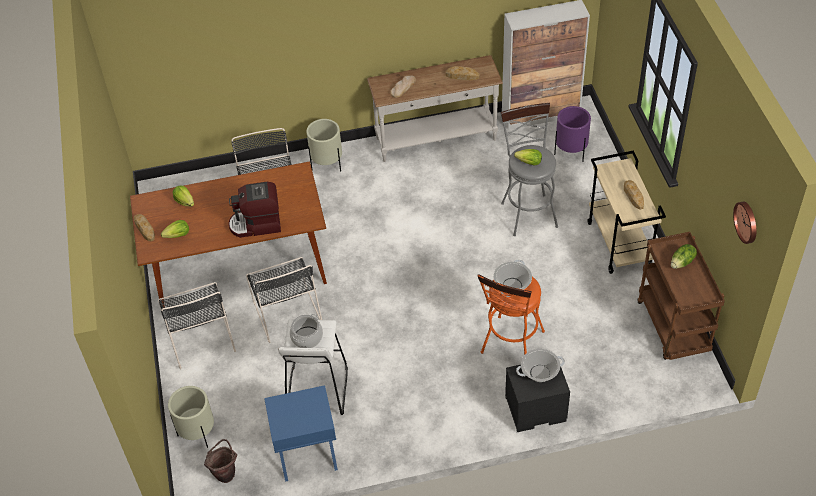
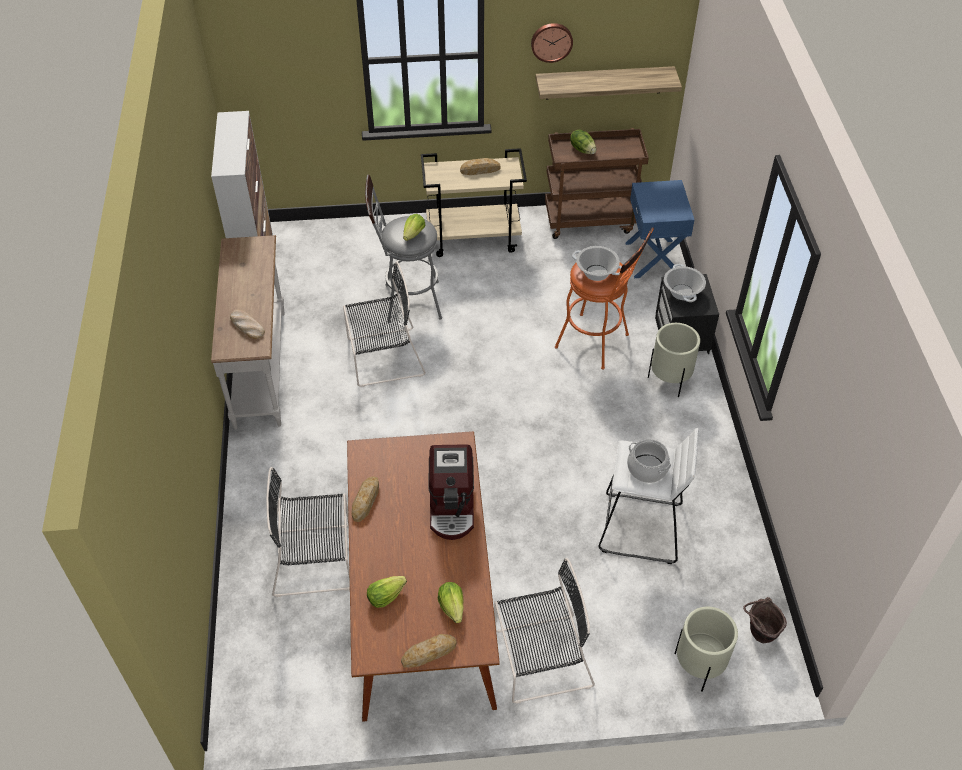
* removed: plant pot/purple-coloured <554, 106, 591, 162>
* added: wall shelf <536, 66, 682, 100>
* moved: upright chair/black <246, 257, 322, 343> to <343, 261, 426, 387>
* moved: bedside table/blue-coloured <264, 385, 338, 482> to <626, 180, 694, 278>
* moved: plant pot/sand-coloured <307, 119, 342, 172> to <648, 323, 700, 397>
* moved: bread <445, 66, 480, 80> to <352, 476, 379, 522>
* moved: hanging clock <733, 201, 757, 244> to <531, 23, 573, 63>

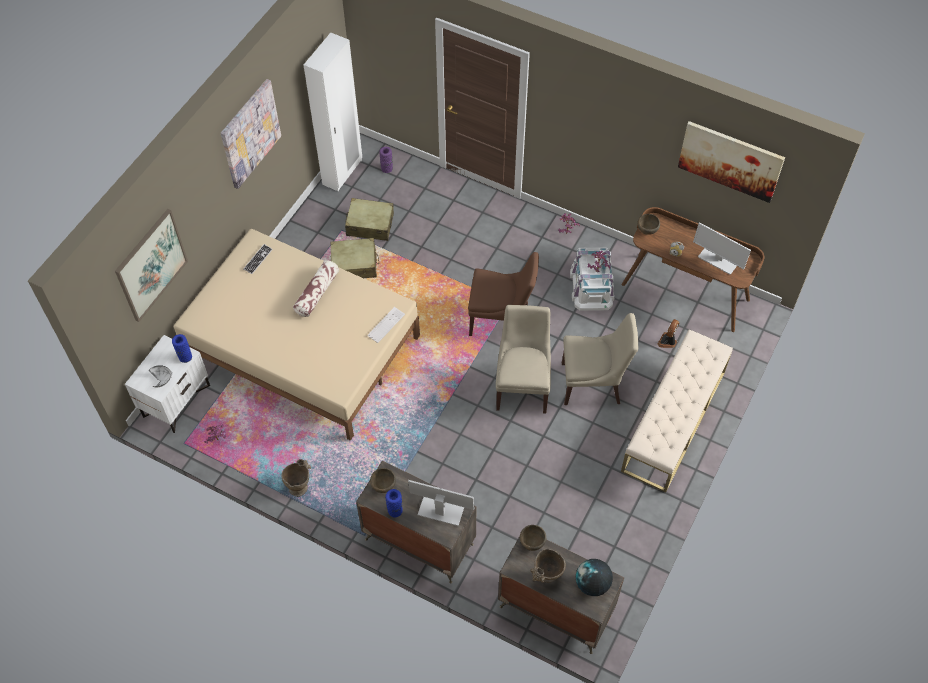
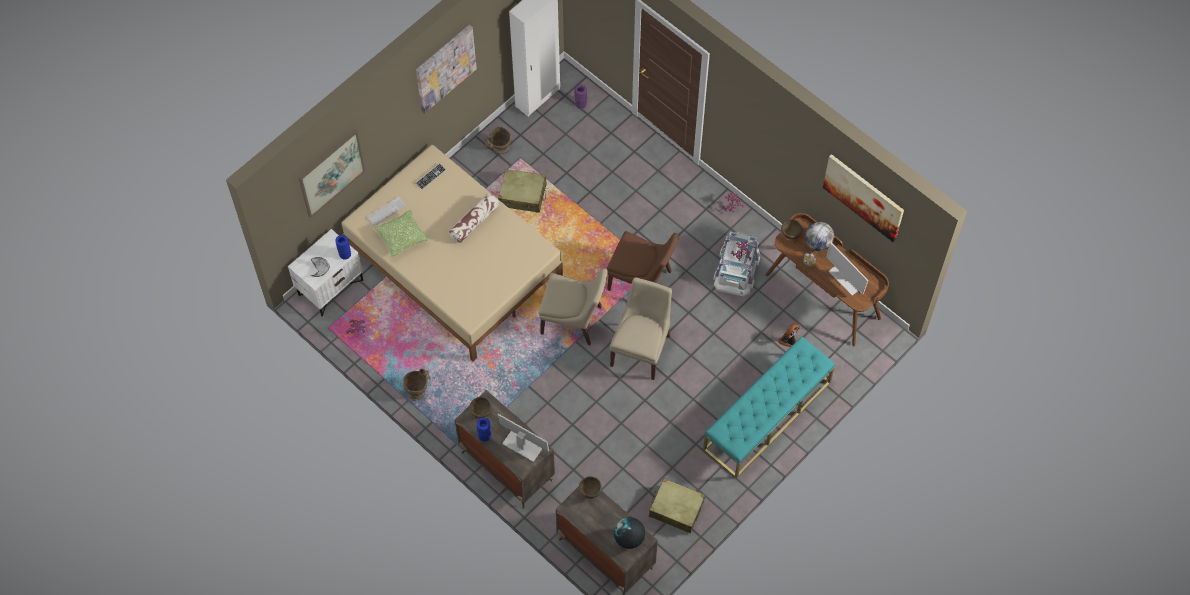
* added: cushion <374, 209, 430, 258>
* added: globe <805, 222, 834, 251>
* moved: suitcase/sand-coloured <345, 198, 394, 241> to <649, 478, 705, 533>
* moved: computer keyboard <367, 307, 405, 343> to <367, 197, 406, 226>
* moved: decorative vase/sand-coloured <530, 549, 566, 583> to <484, 127, 512, 154>
* moved: upright chair/sand-coloured <562, 313, 638, 405> to <539, 268, 608, 345>
* recoloured: long seat/sand-coloured <621, 329, 733, 493> to long seat/blue-green <703, 336, 835, 478>

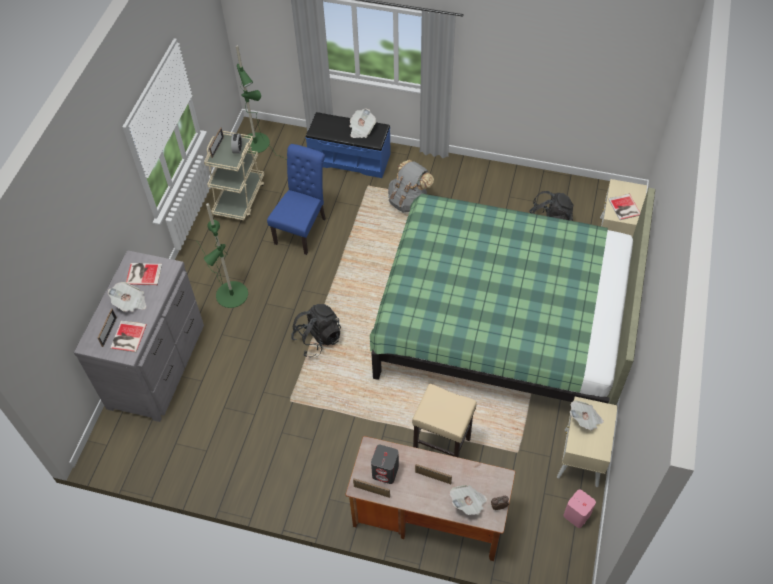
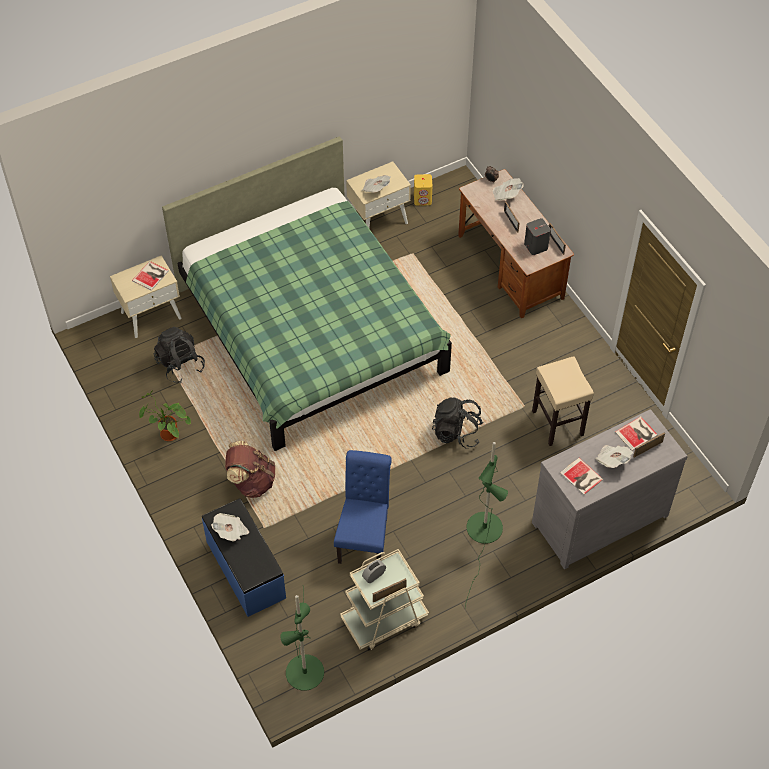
* added: potted plant <139, 390, 191, 441>
* moved: stool/sand-coloured <412, 384, 477, 458> to <532, 356, 594, 446>
* recoloured: knapsack/grey <388, 160, 434, 213> to knapsack/brownish <225, 441, 275, 498>
* recoloured: speaker/pink <563, 489, 596, 528> to speaker/yellowish <414, 174, 432, 206>
* turned: upright chair/blue-coloured <267, 144, 326, 255> = <334, 450, 392, 564> 120 degrees clockwise

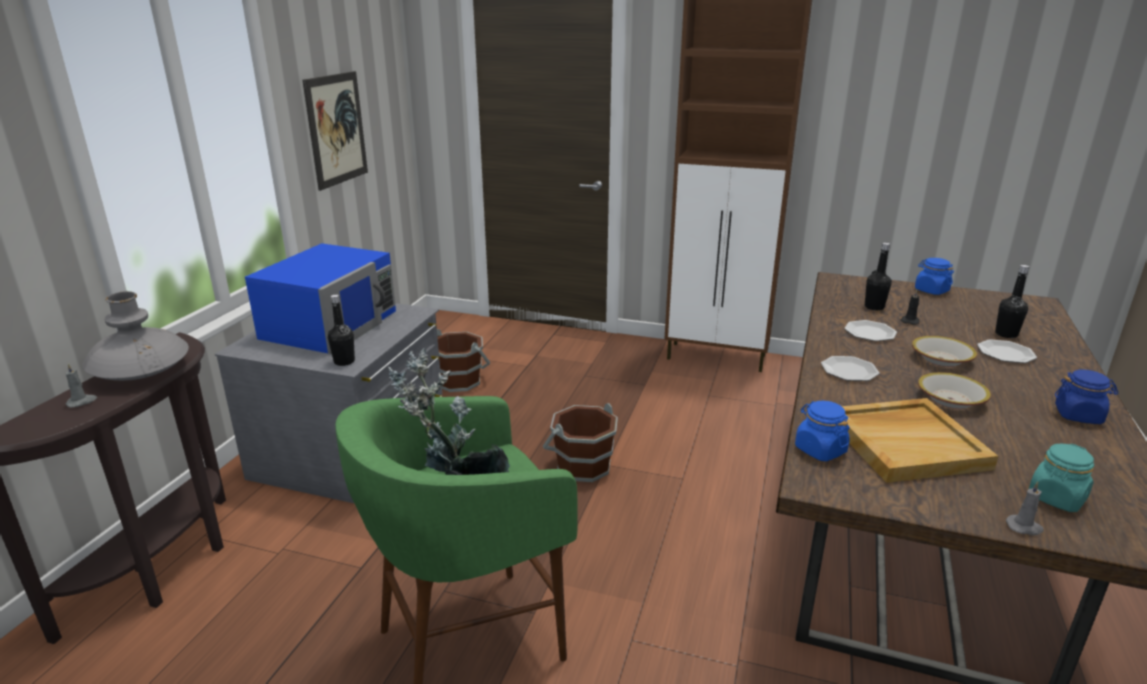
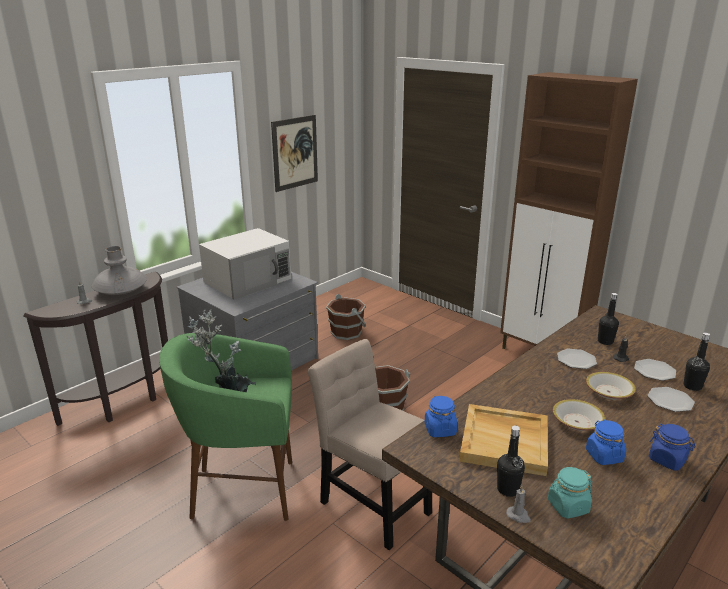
* added: upright chair/sand-coloured <308, 339, 432, 550>
* moved: beverage bottle/black <328, 295, 355, 366> to <497, 426, 525, 497>
* moved: dinner plate <821, 356, 880, 381> to <634, 359, 676, 381>
* moved: jar/blue-coloured <915, 258, 954, 295> to <586, 420, 626, 465>
* recoloured: kitchen microwave/blue-coloured <245, 243, 396, 354> to kitchen microwave/white <199, 228, 291, 300>

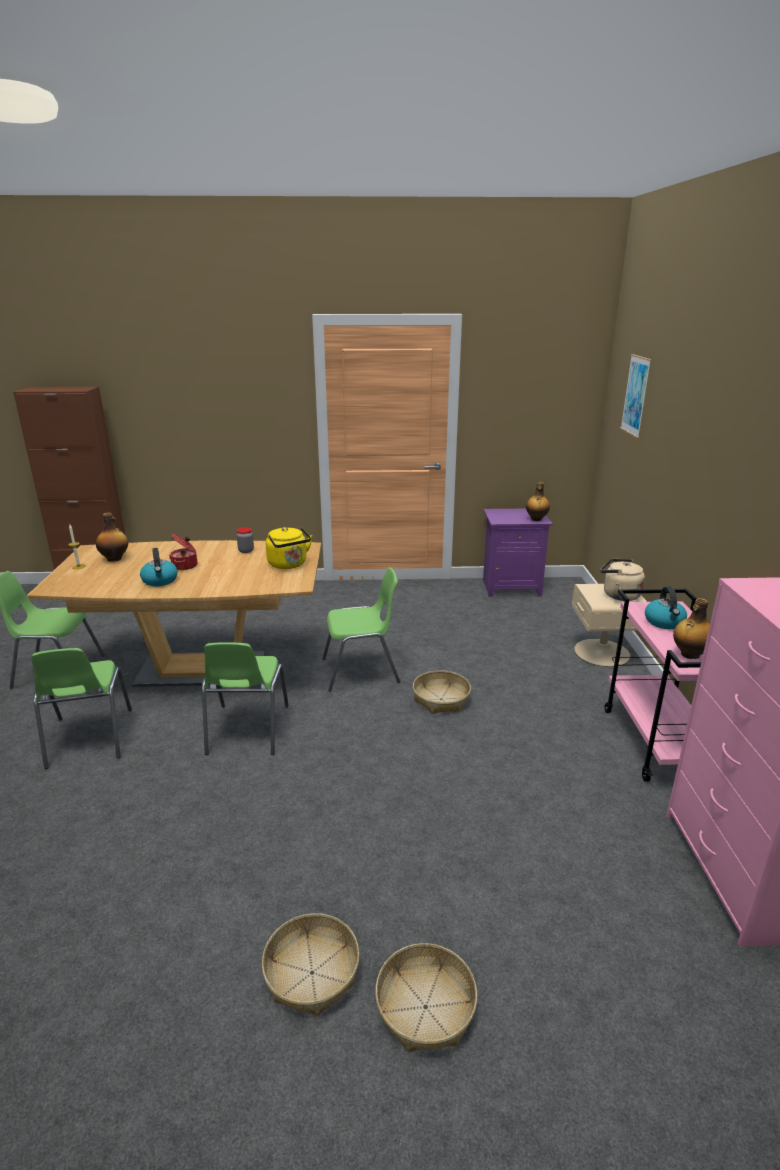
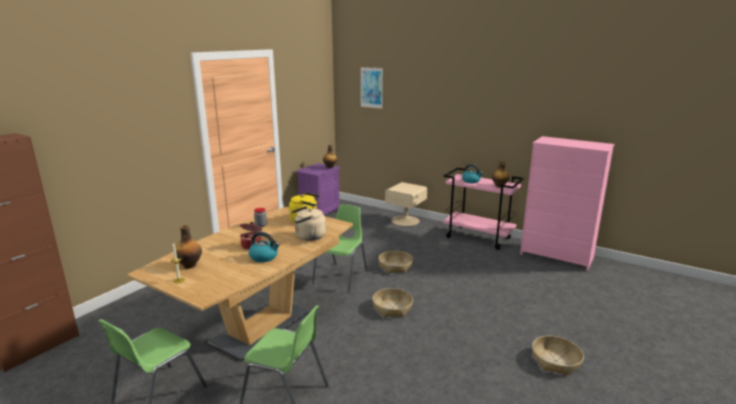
* removed: upright chair/green-coloured <202, 642, 289, 755>
* moved: storage basket <375, 943, 478, 1052> to <373, 288, 413, 317>
* moved: tea kettle/sand-coloured <600, 559, 645, 601> to <291, 206, 326, 241>

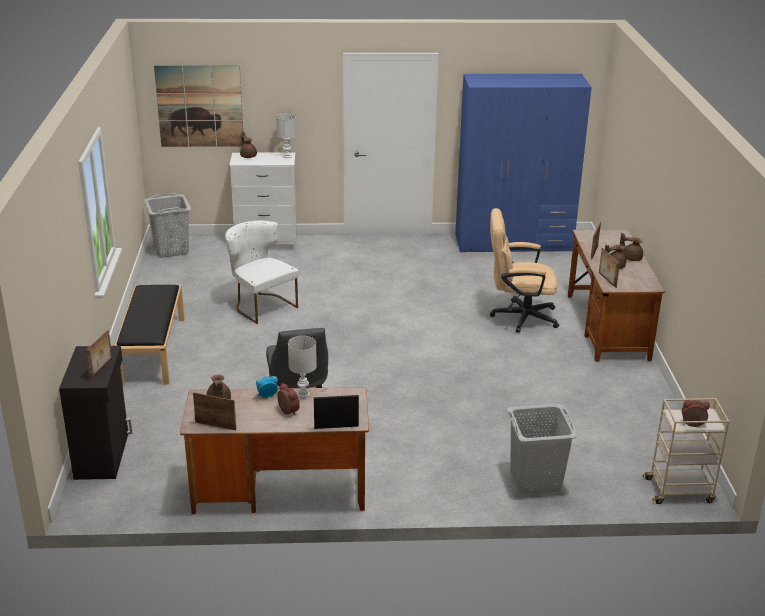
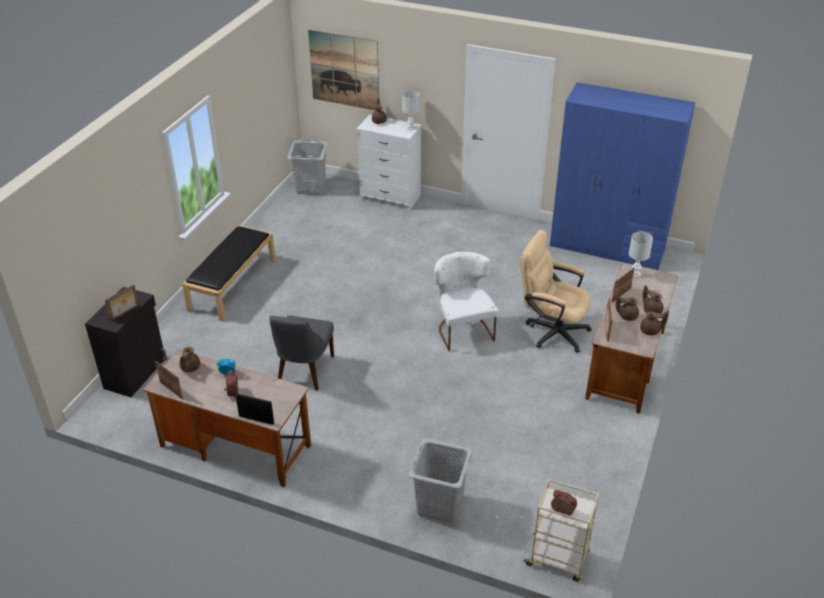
* added: pot for tea/brownish <640, 311, 669, 335>
* moved: upright chair/white <225, 221, 299, 324> to <434, 252, 499, 351>
* moved: lamp for a table/white <288, 336, 317, 398> to <629, 232, 653, 277>

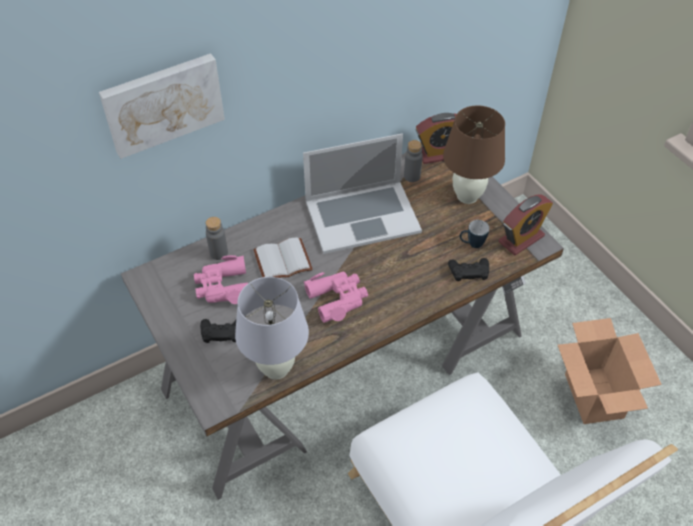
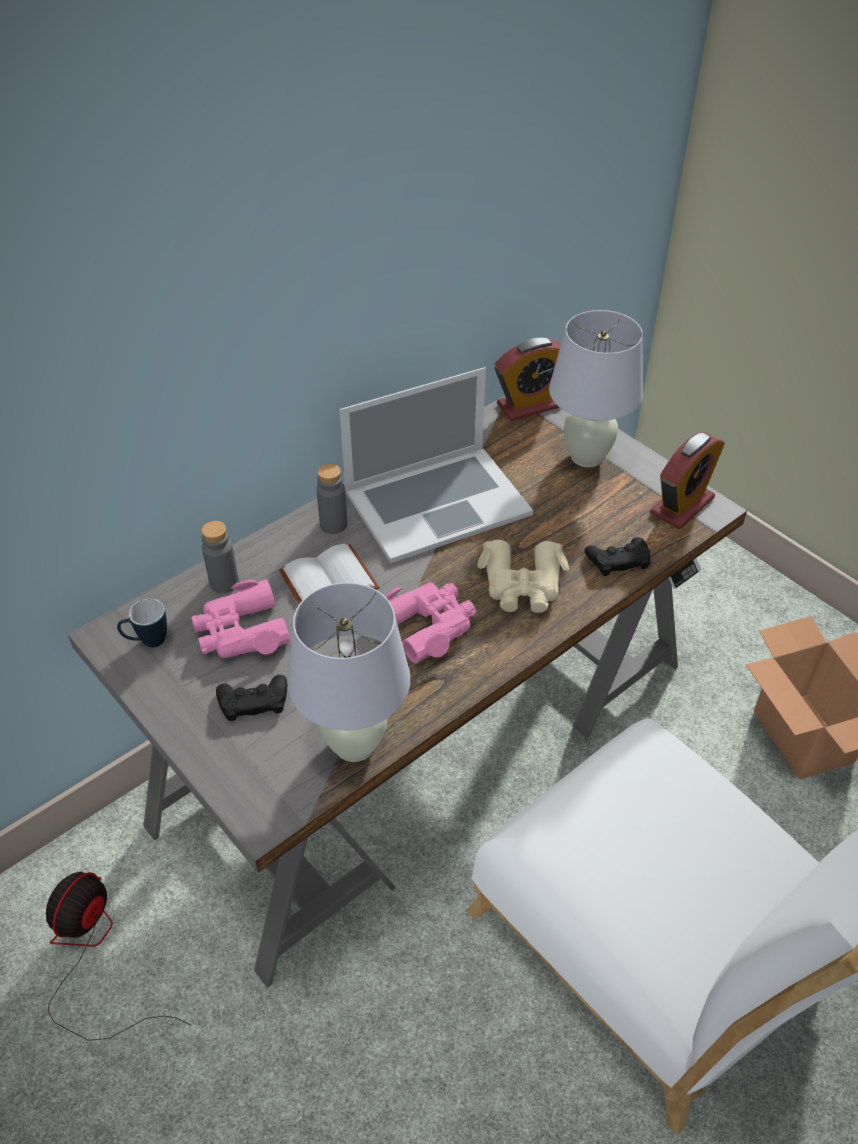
* removed: wall picture <99, 53, 225, 159>
* added: cooling fan <46, 872, 192, 1041>
* added: binoculars/sand-coloured <477, 540, 569, 613>
* moved: beverage bottle/grey <404, 140, 423, 182> to <316, 464, 347, 534>
* moved: mug <460, 220, 489, 248> to <117, 599, 167, 647>
* recoloured: lamp for a table/brownish <443, 105, 505, 204> to lamp for a table/white <549, 310, 643, 467>

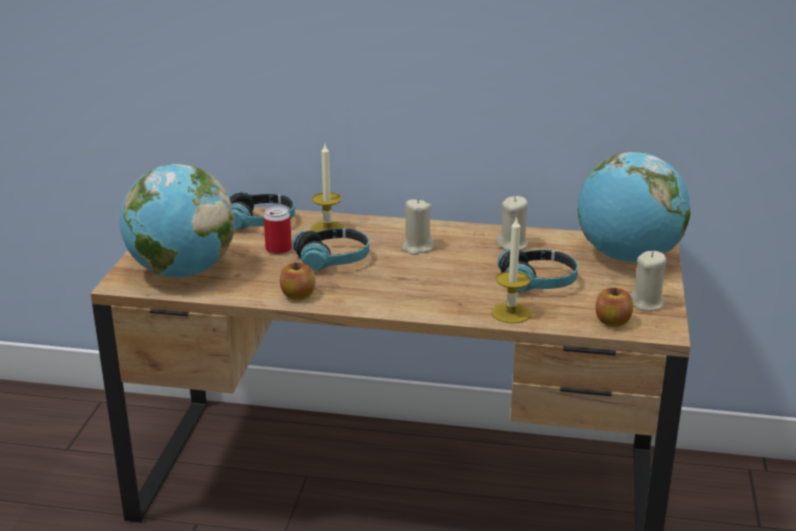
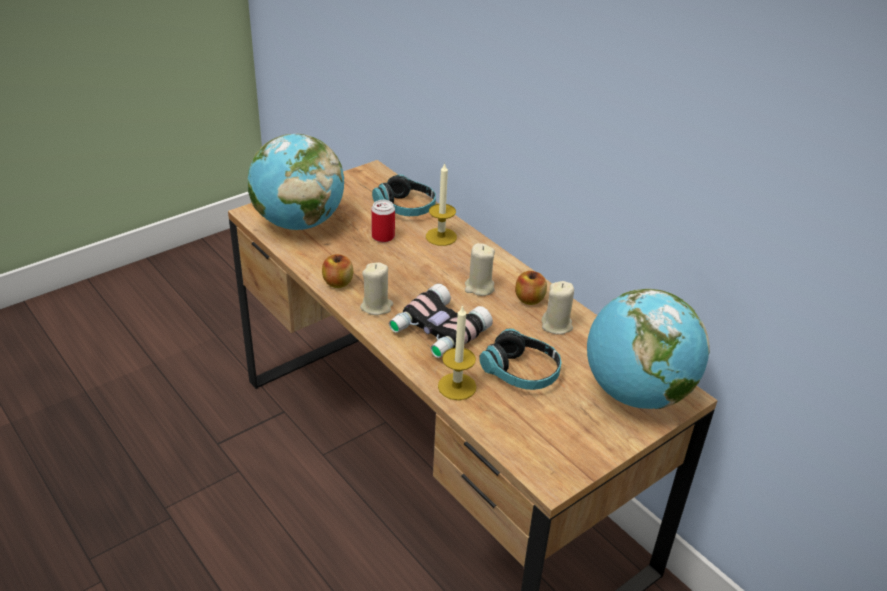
* removed: headset <292, 228, 369, 271>
* added: binoculars <389, 283, 493, 358>
* moved: apple <596, 287, 633, 327> to <515, 271, 547, 305>
* moved: wax light/sand-coloured <630, 251, 666, 311> to <360, 262, 393, 315>

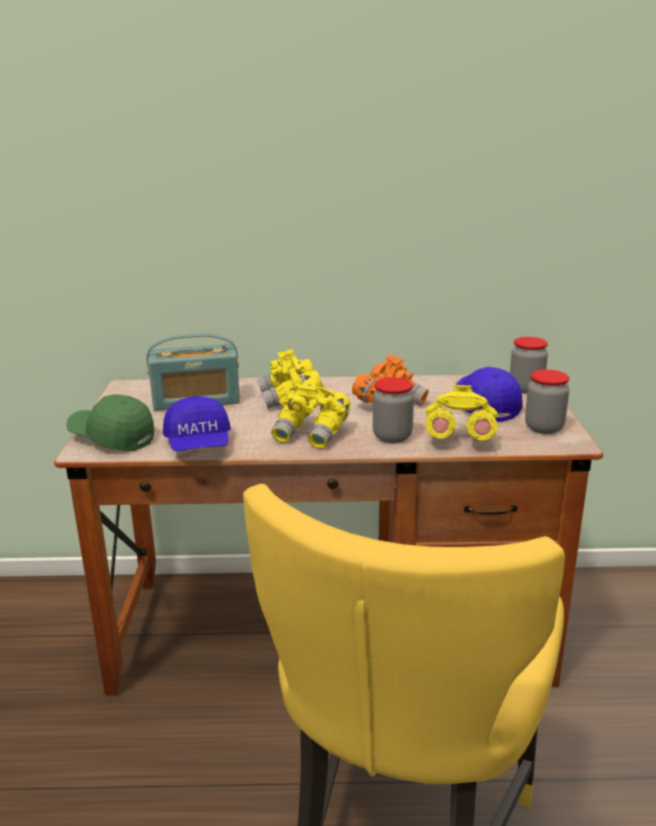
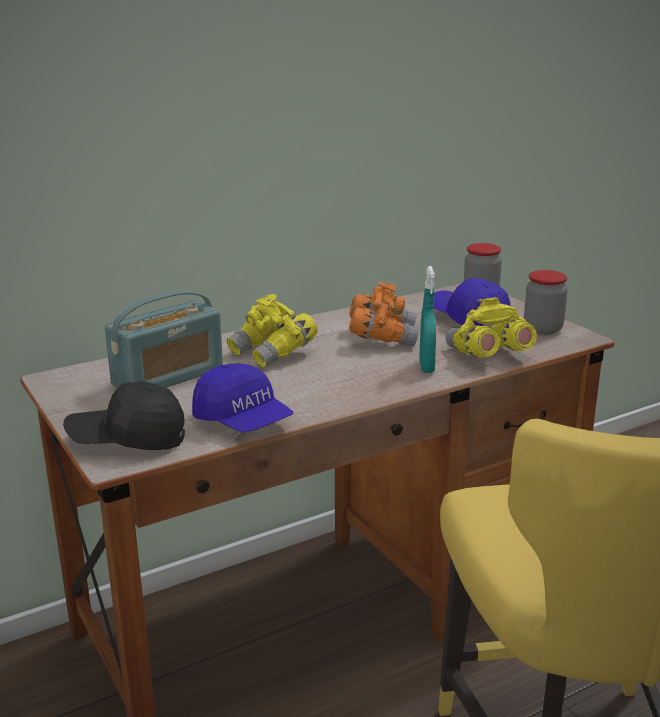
* removed: binoculars/yellowish <271, 379, 351, 449>
* replaced: jar <373, 377, 414, 443> to spray bottle/blue-green <419, 266, 436, 373>
* recoloured: cap/green-coloured <66, 395, 154, 451> to cap/black <63, 381, 185, 450>

